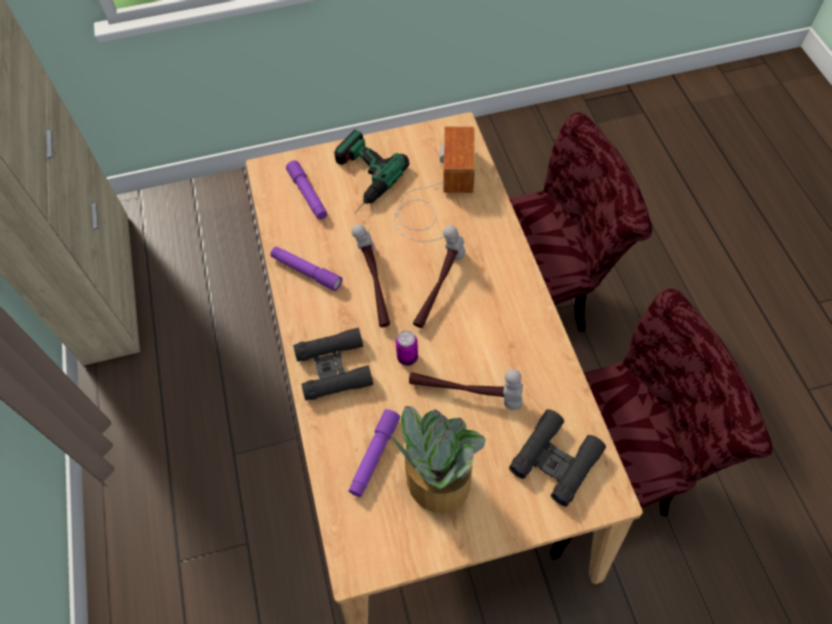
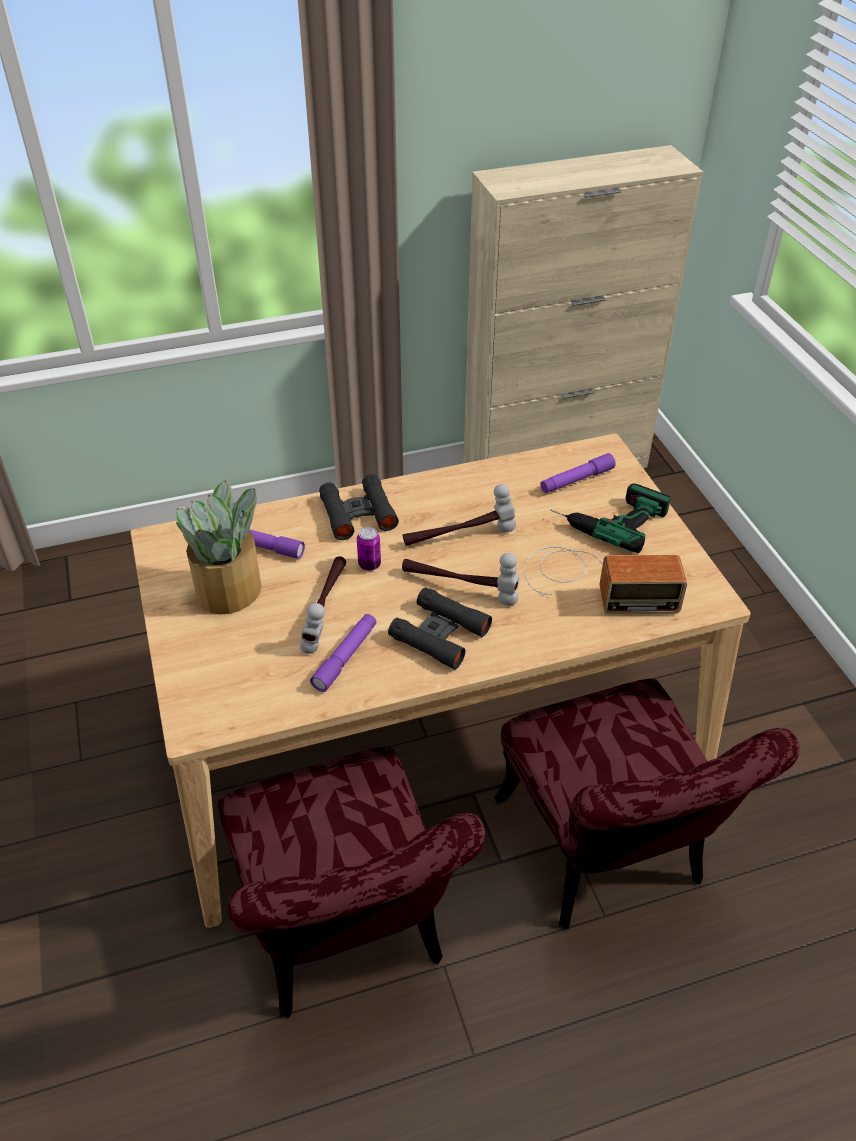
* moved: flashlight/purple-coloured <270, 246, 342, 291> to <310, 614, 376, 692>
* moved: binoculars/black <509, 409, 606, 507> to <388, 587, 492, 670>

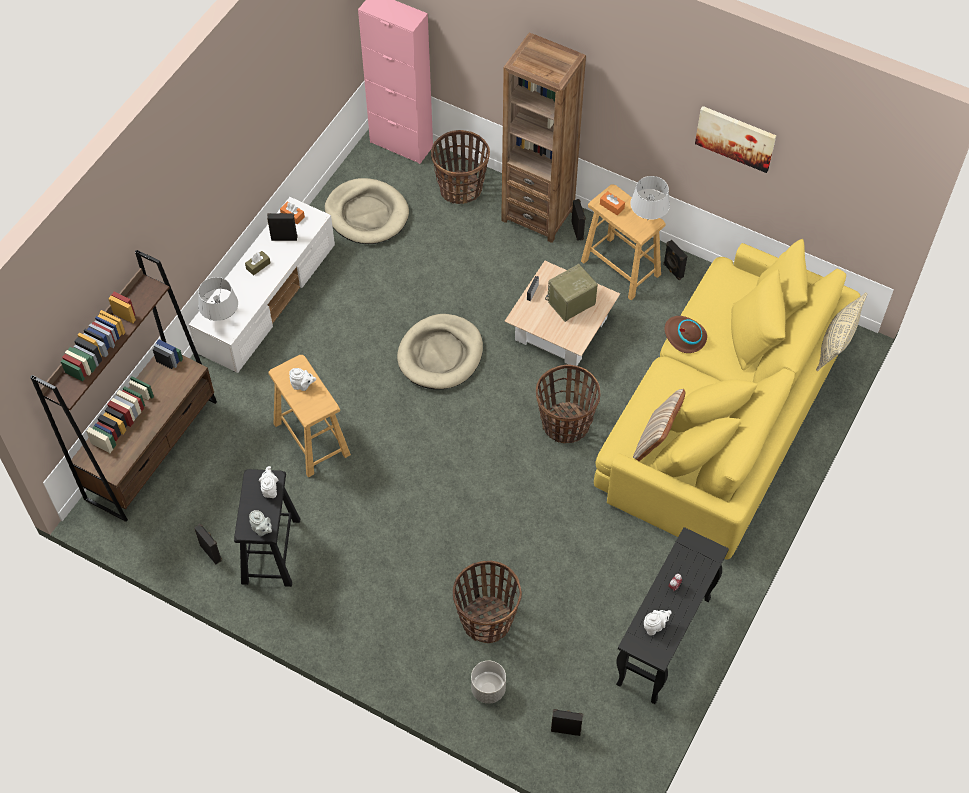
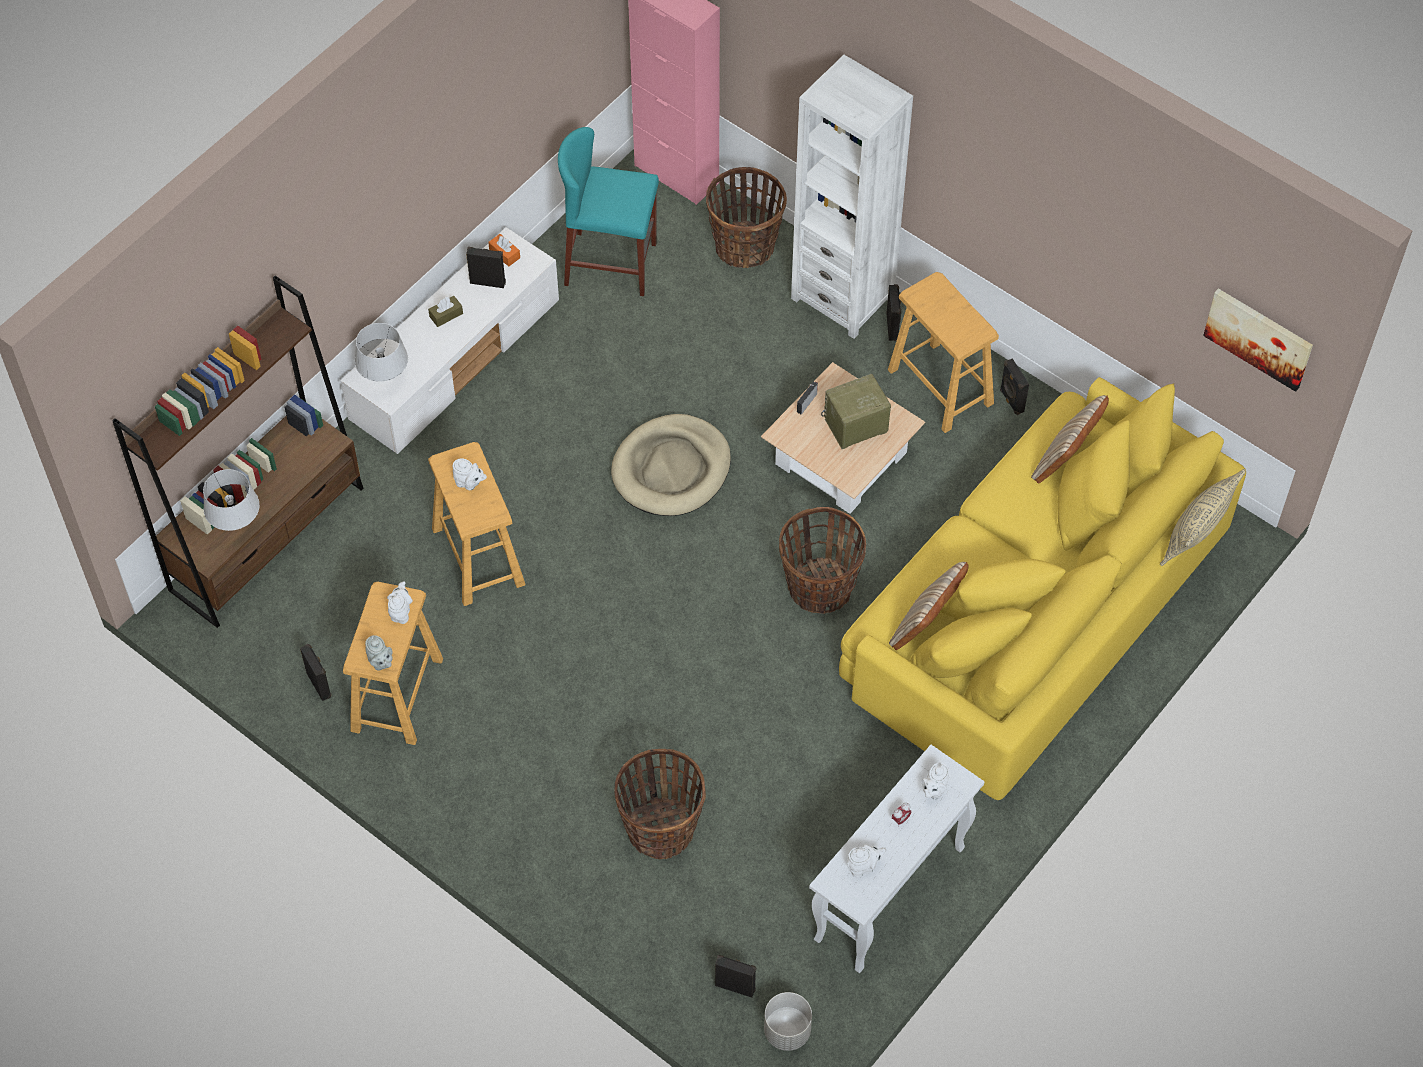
* removed: box of tissues/orange-coloured <600, 191, 625, 215>
* removed: wearable hat/brownish <665, 316, 707, 353>
* added: pot for tea/white <921, 763, 949, 800>
* added: cushion/sand-coloured <1031, 395, 1109, 483>
* moved: plant pot/grey <471, 661, 506, 704> to <764, 992, 812, 1051>
* moved: lamp for a table/grey <630, 176, 670, 220> to <203, 469, 260, 531>
* moved: wall picture <695, 106, 776, 173> to <1203, 288, 1313, 392>
* replaced: dog bed/sand-coloured <325, 178, 409, 244> to stool/blue-green <558, 127, 659, 296>
* recoloured: stool/black <234, 469, 300, 587> to stool/sand-coloured <343, 582, 443, 745>
* recoloured: bookshelf/brownish <501, 33, 586, 243> to bookshelf/white <791, 55, 913, 339>
* recoloured: console table/black <616, 527, 729, 704> to console table/white <809, 745, 985, 973>

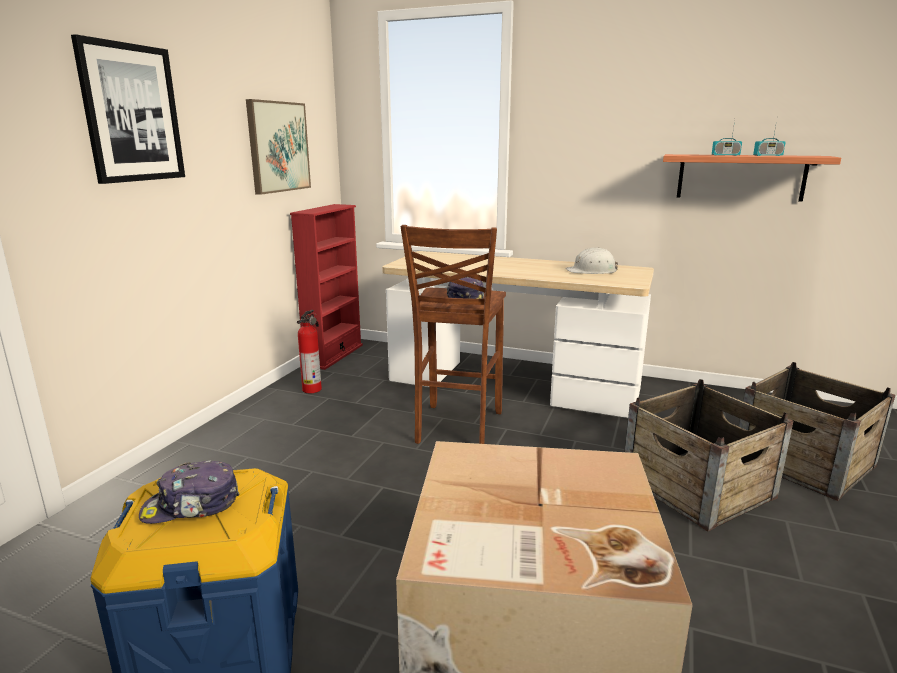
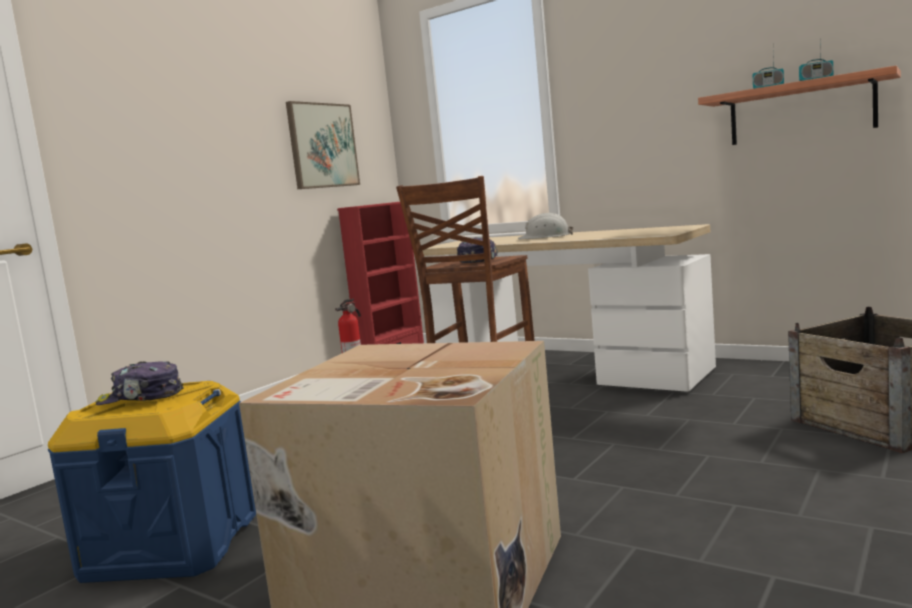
* removed: wall picture <71, 34, 185, 184>
* removed: shipping crate <625, 379, 793, 531>
* moved: work helmet/white <565, 247, 618, 274> to <518, 213, 573, 239>

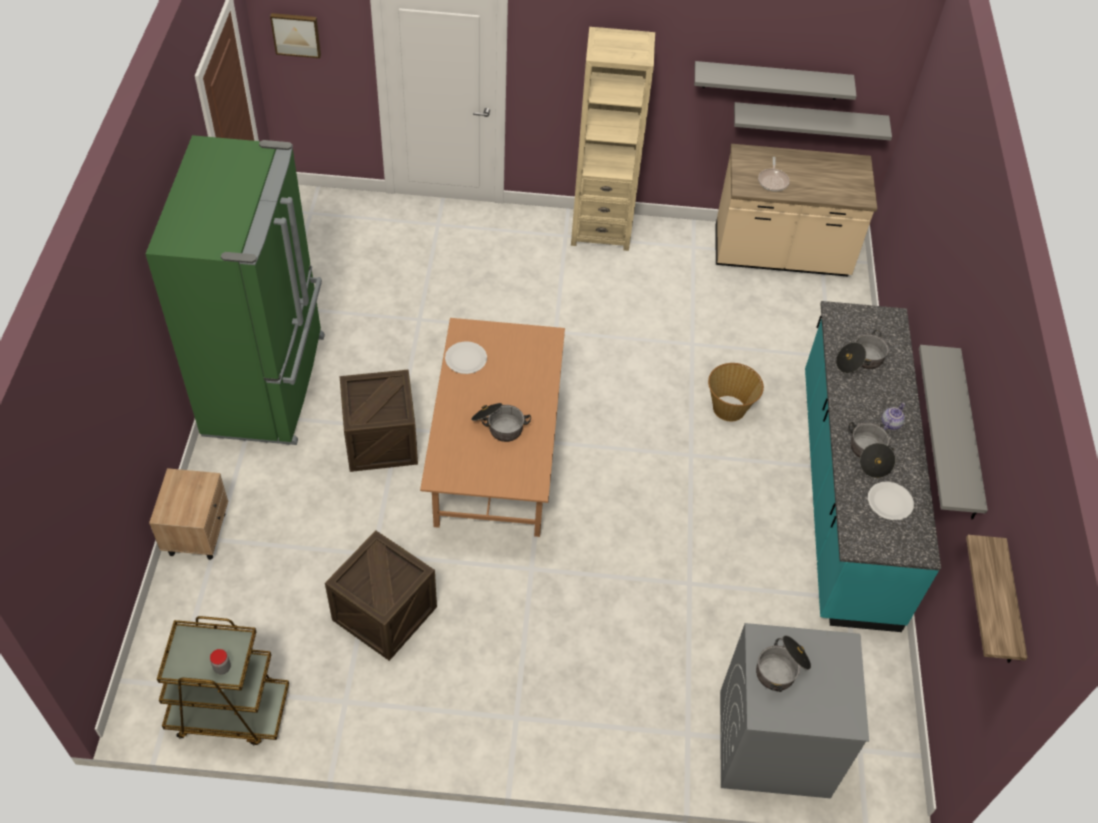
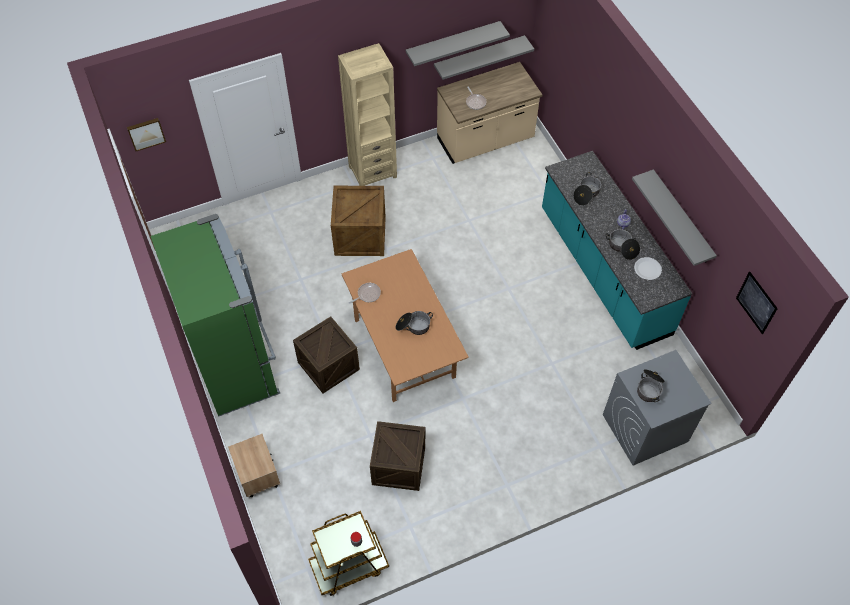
* removed: storage basket <708, 363, 764, 421>
* added: shipping crate <331, 186, 386, 256>
* replaced: dinner plate/white <445, 341, 487, 374> to frying pan <349, 283, 381, 304>
* replaced: wall shelf <966, 535, 1027, 663> to wall picture <736, 272, 778, 334>

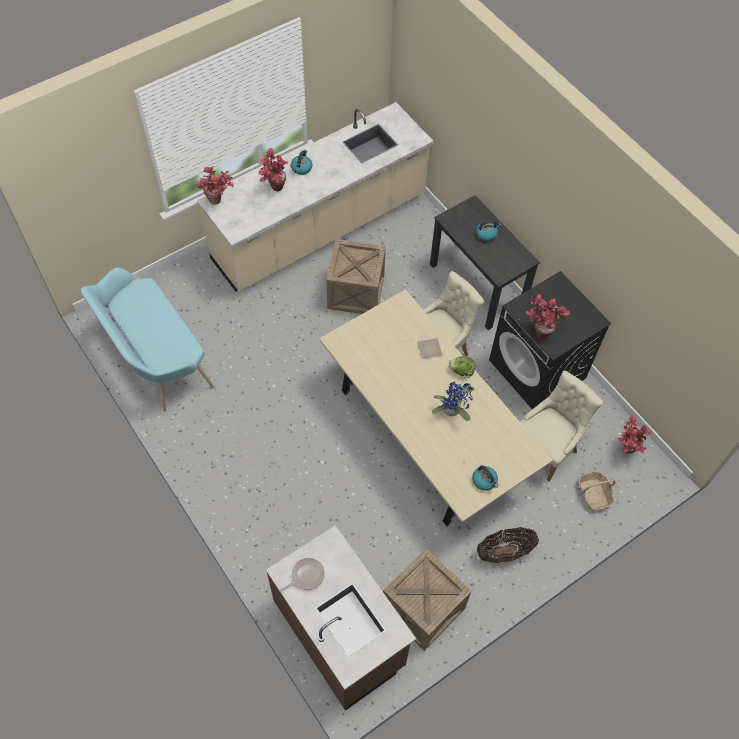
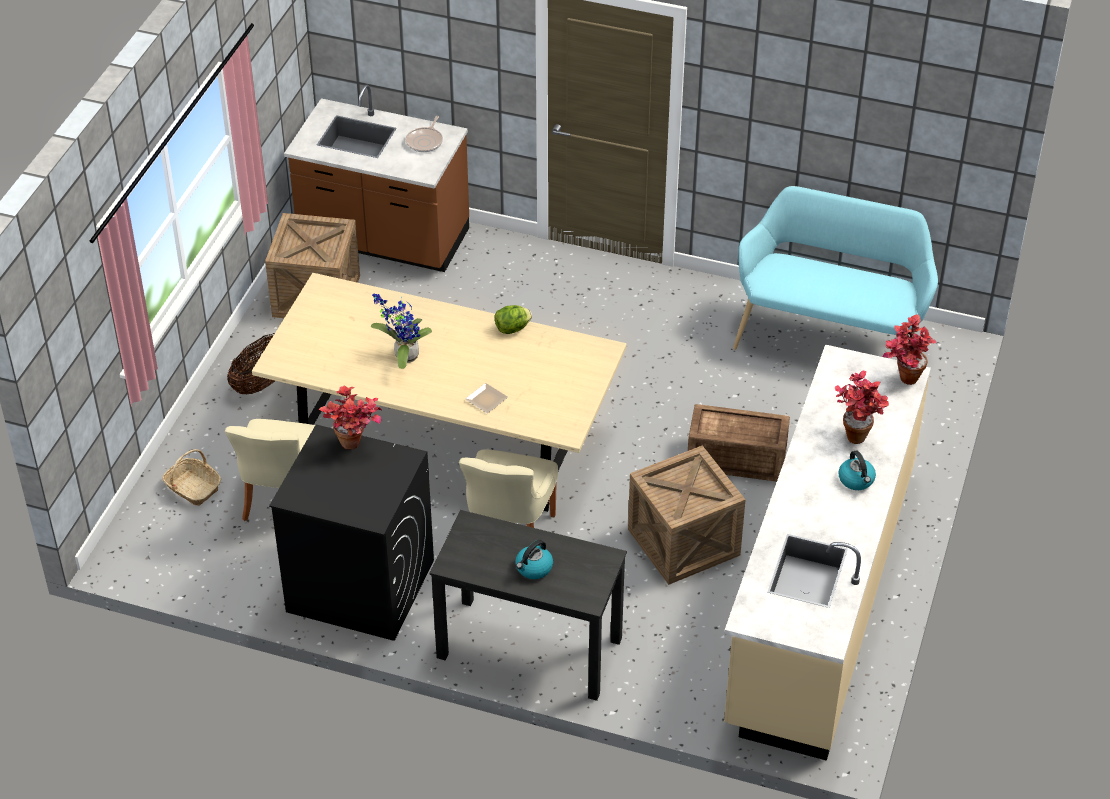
* removed: tea kettle <472, 465, 498, 491>
* removed: potted plant <618, 414, 653, 453>
* added: shipping crate <688, 404, 790, 482>
* moved: head of lettuce <449, 356, 475, 376> to <495, 305, 532, 334>

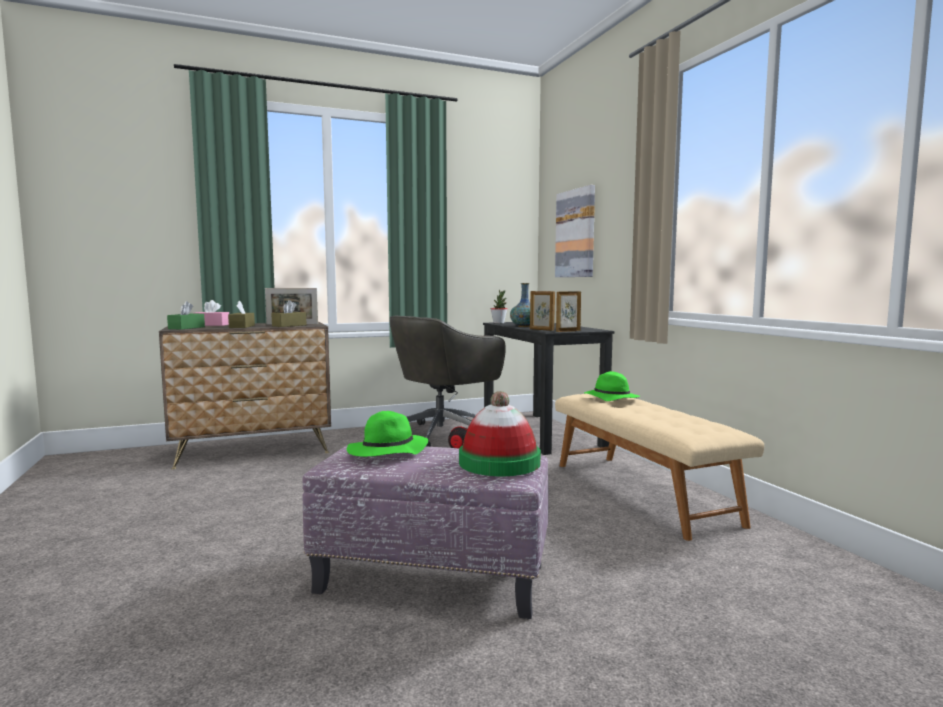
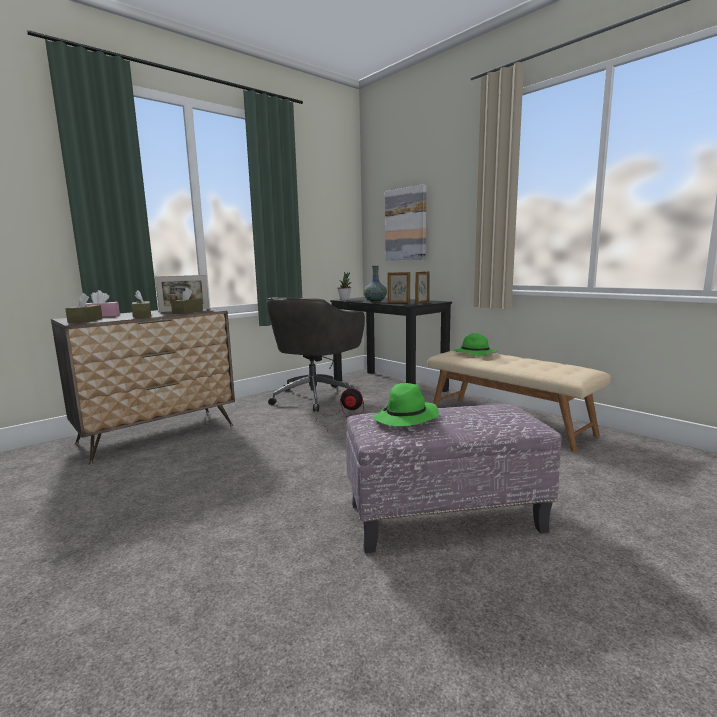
* removed: wearable hat <459, 391, 541, 476>
* recoloured: box of tissues/green-coloured <167, 301, 205, 330> to box of tissues/brownish <65, 293, 102, 323>

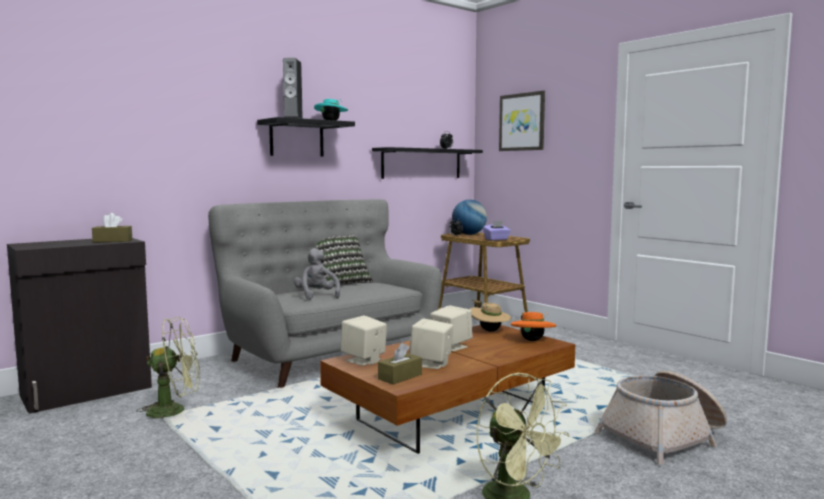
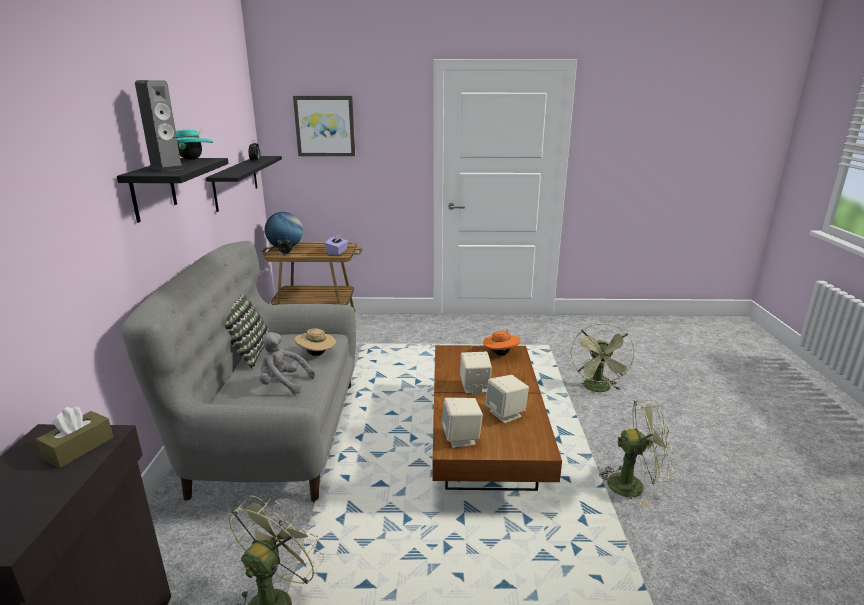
* removed: box of tissues/brownish <378, 343, 422, 384>
* moved: wearable hat/sand-coloured <470, 303, 511, 332> to <295, 328, 336, 356>
* replaced: storage basket <594, 371, 727, 464> to cooling fan/green-coloured <571, 323, 635, 392>

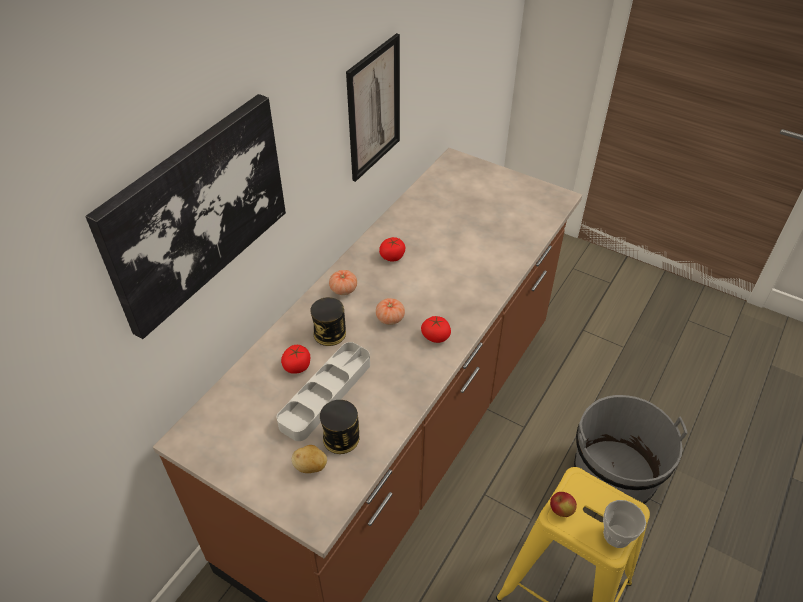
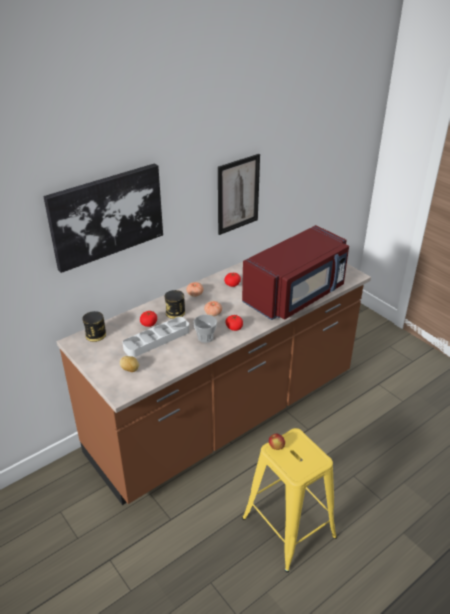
* removed: pail/grey <574, 395, 687, 504>
* added: kitchen microwave/reddish <242, 225, 349, 320>
* moved: sealed can <320, 400, 359, 454> to <82, 311, 106, 342>
* moved: cup <603, 500, 646, 548> to <194, 315, 217, 343>

